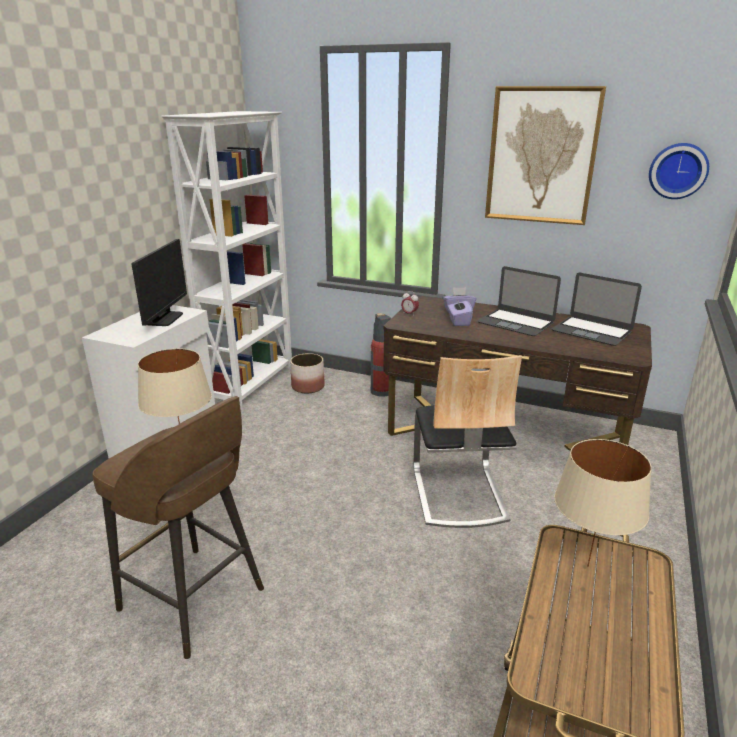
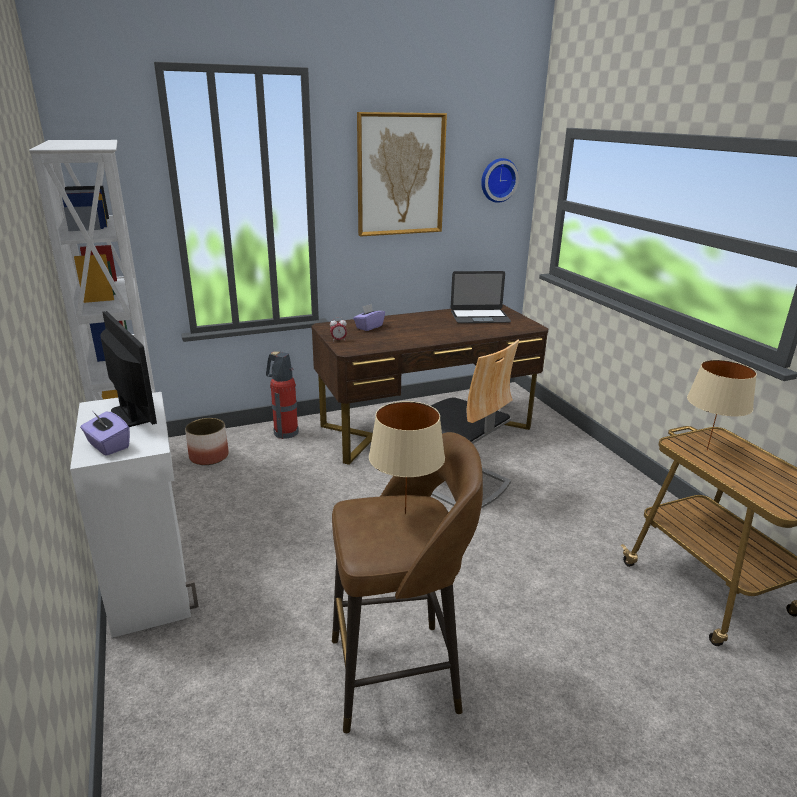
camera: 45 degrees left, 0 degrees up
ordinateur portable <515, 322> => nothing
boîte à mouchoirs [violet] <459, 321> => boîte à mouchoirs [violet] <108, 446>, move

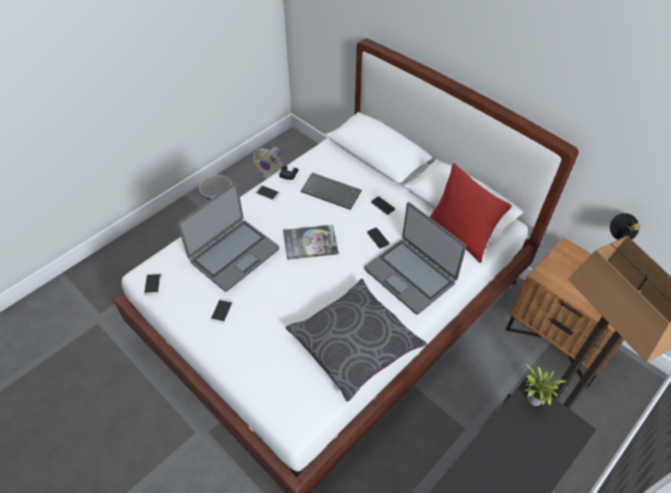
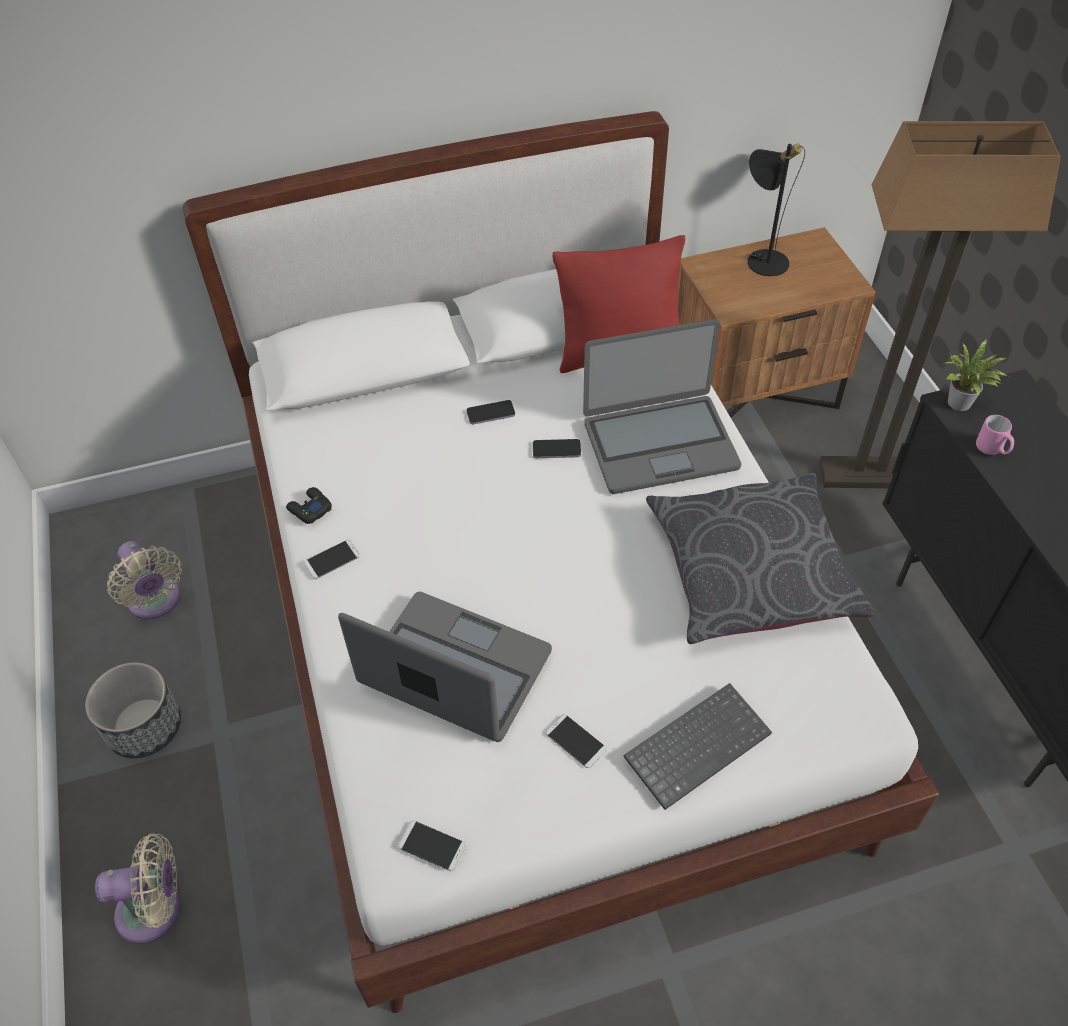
camera: 60 degrees left, 0 degrees up
livre <310, 242> => nothing
nothing => ventilateur [beige] <155, 910>
nothing => mug [rose] <992, 449>
clavier <332, 192> => clavier <697, 743>, move
ordinateur portable <234, 254> => ordinateur portable <454, 670>, 45 degrees counterclockwise

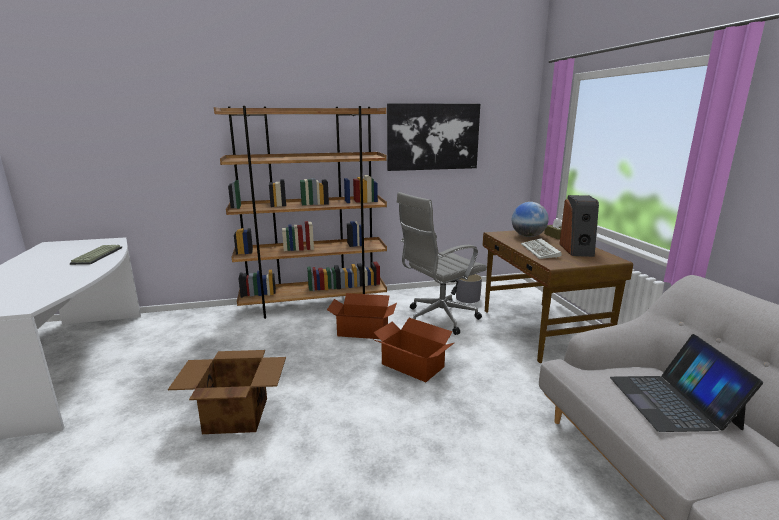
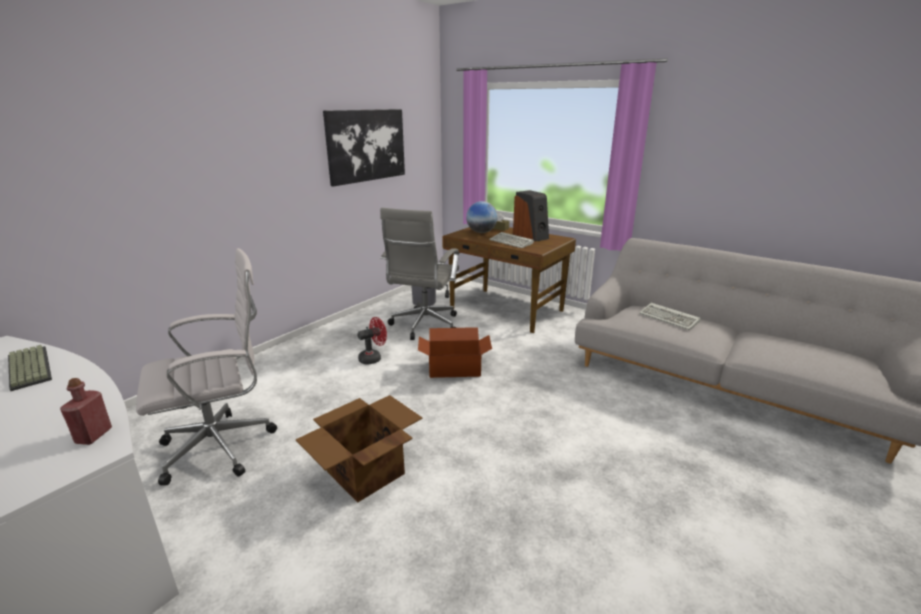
camera: 40 degrees left, 5 degrees up
bibliothèque [marron] <314, 305> => nothing
nothing => bouteille [rouge] <94, 435>
nothing => chaise de bureau [blanc] <223, 446>
carton <362, 330> => ventilateur [rouge] <373, 358>
ordinateur portable <672, 401> => clavier <670, 319>

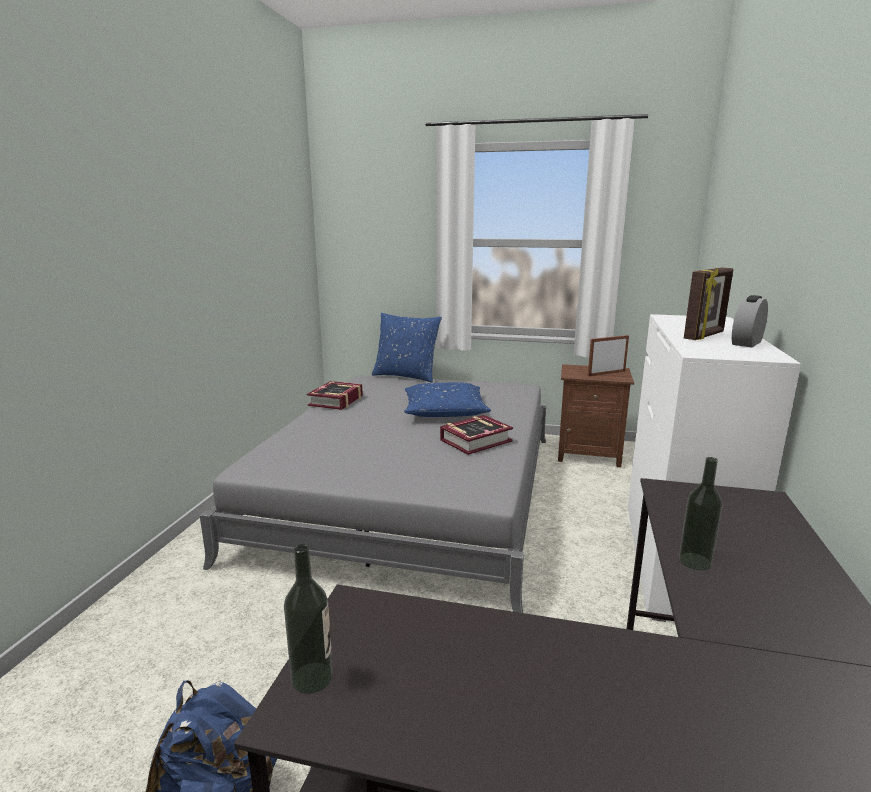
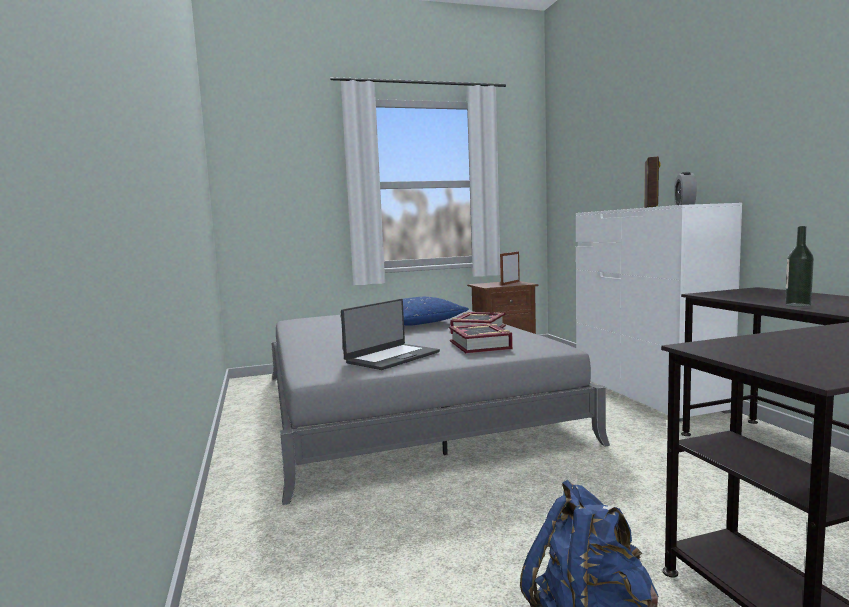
camera: 30 degrees left, 10 degrees down
bouteille <312, 677> => nothing
coussin [bleu] <406, 376> => nothing
nothing => ordinateur portable <392, 357>
livre <336, 401> => livre <480, 345>, move

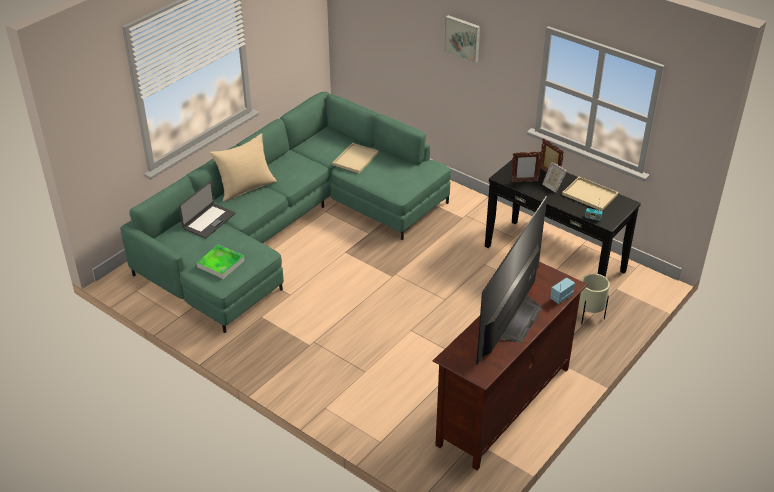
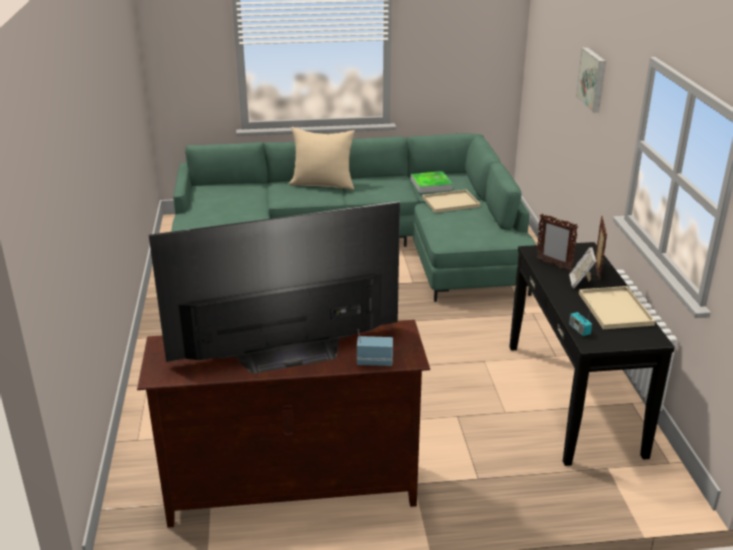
camera: 45 degrees right, 10 degrees down
ordinateur portable <208, 221> => nothing
cache-pot [beige] <589, 316> => nothing
plateau <221, 264> => plateau <431, 185>, move

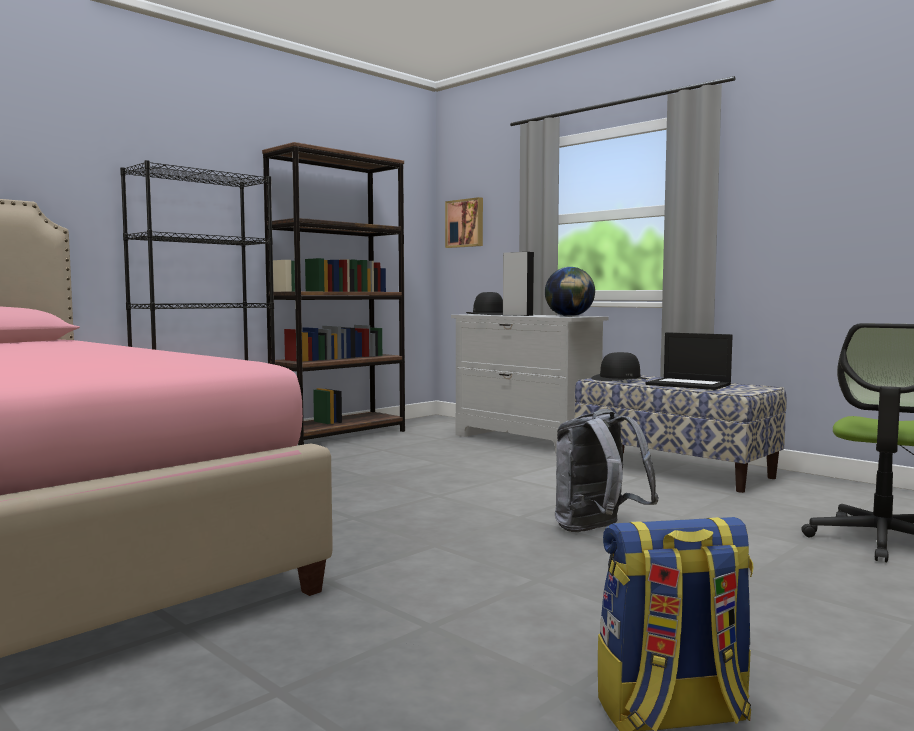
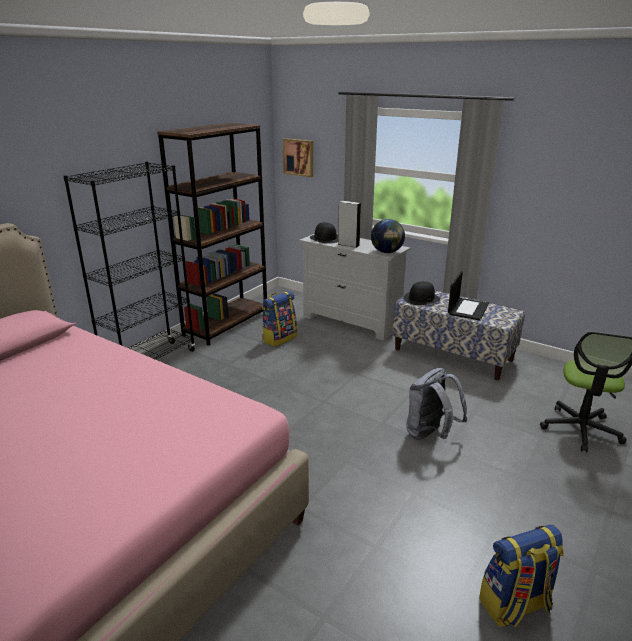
camera: 10 degrees left, 20 degrees up
nothing => sac à dos <279, 338>
ordinateur portable <689, 384> => ordinateur portable <467, 309>, 90 degrees counterclockwise

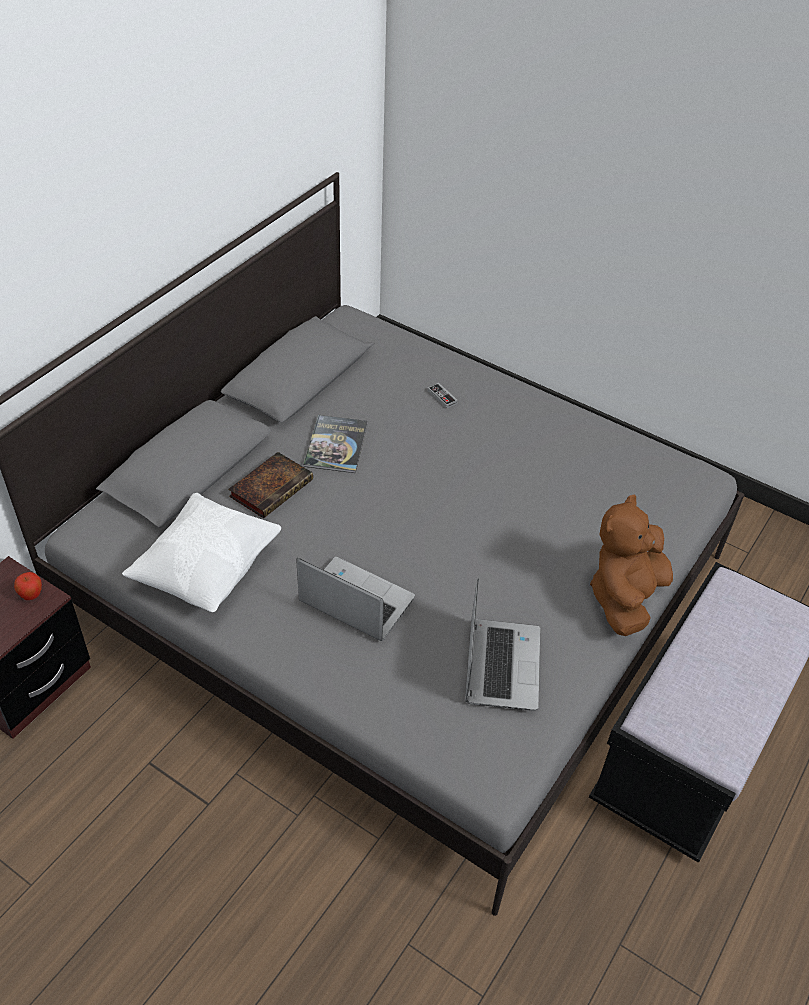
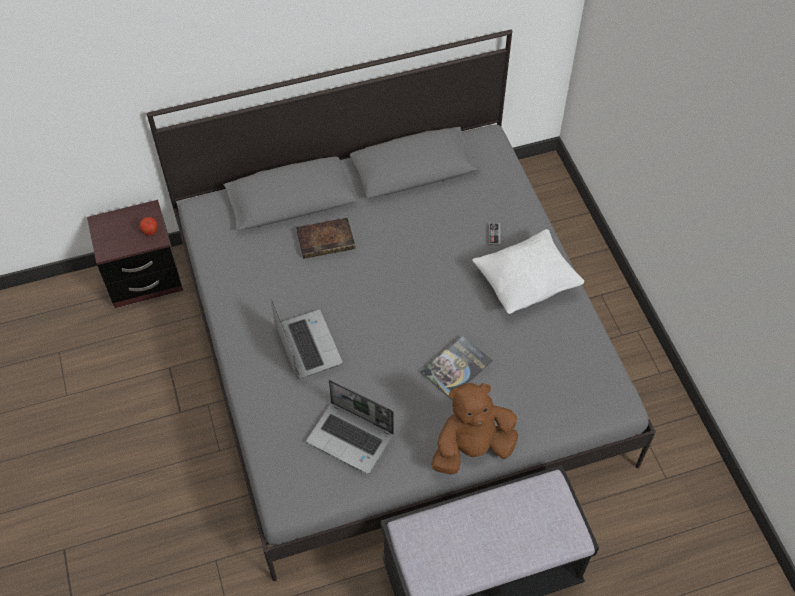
camera: 40 degrees right, 10 degrees up
coussin [blanc] <208, 570> => coussin [blanc] <526, 283>, move
livre <336, 445> => livre <456, 367>, move
ordinateur portable <500, 664> => ordinateur portable <351, 438>, 75 degrees clockwise

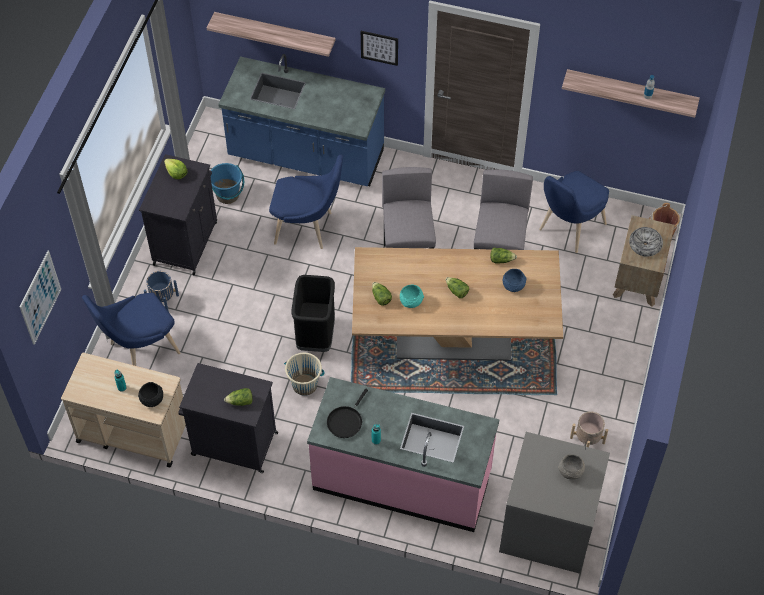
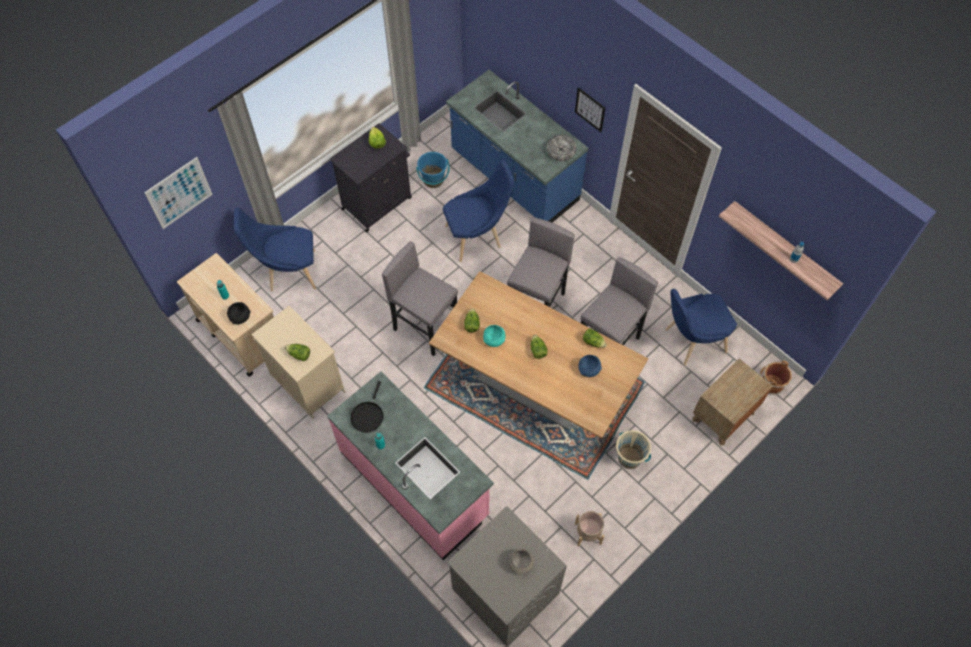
camera: 30 degrees right, 5 degrees up
cache-pot [bleu] <162, 300> => nothing
étagère <275, 33> => nothing
seau [beige] <305, 384> => seau [beige] <629, 457>, move
bol <645, 244> => bol <561, 151>, move
poubelle [noir] <315, 336> => tabouret [gris] <425, 327>
meuble de rangement [noir] <233, 443> => meuble de rangement [beige] <306, 382>
chaise [bleu] <308, 228> => chaise [bleu] <477, 236>, 60 degrees counterclockwise
poêle [noir] <346, 421> => poêle [noir] <368, 415>, 45 degrees counterclockwise

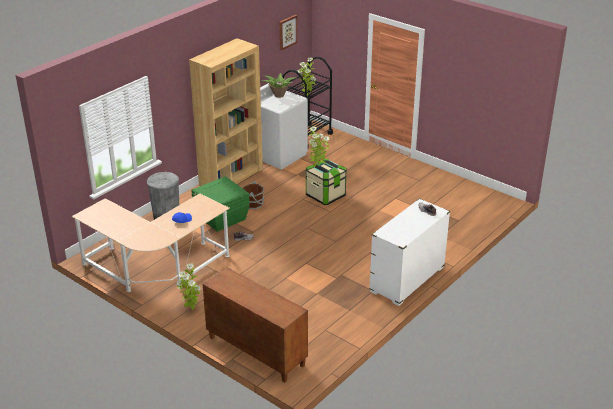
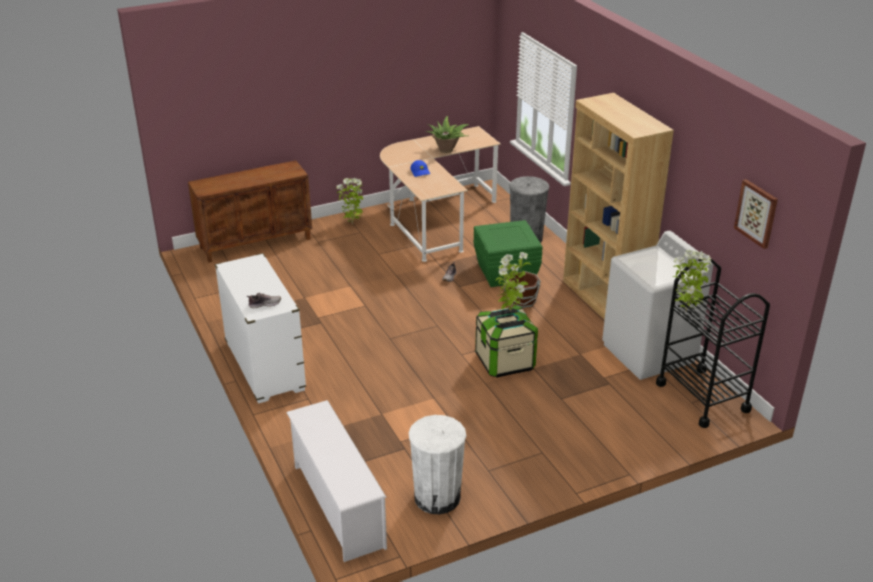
camera: 115 degrees right, 0 degrees up
nothing => étagère à chaussures [blanc] <336, 505>
nothing => poubelle [blanc] <437, 497>
plante en pot <278, 95> => plante en pot <446, 150>, move

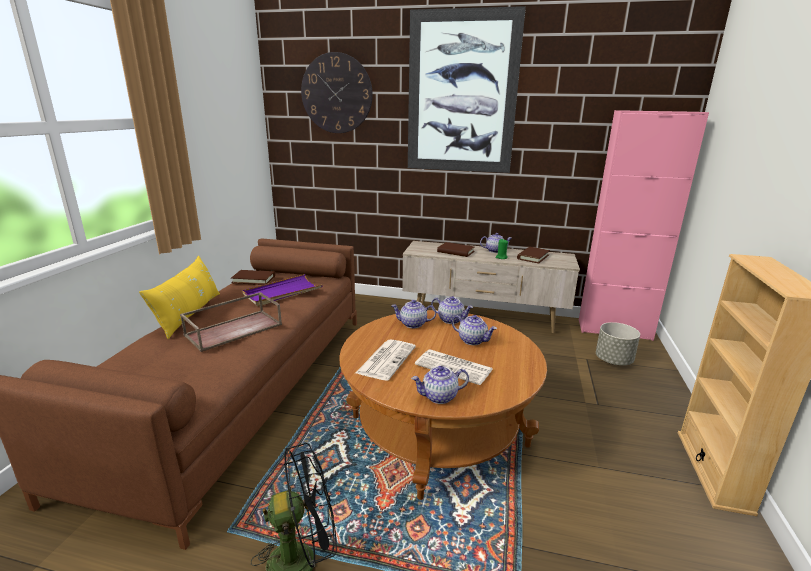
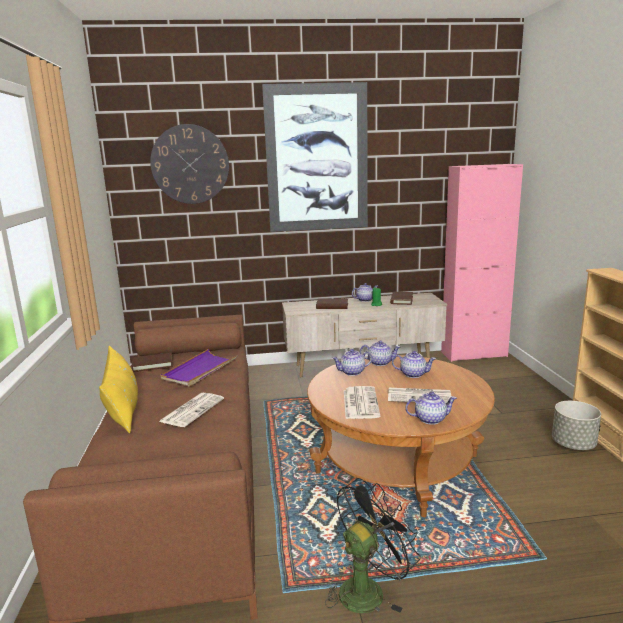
camera: 20 degrees left, 5 degrees down
cache-pot [gris] <613, 360> => cache-pot [gris] <573, 445>, move
plateau [marron] <234, 329> => journal <192, 410>
théière <439, 397> => théière <430, 419>, 150 degrees counterclockwise

